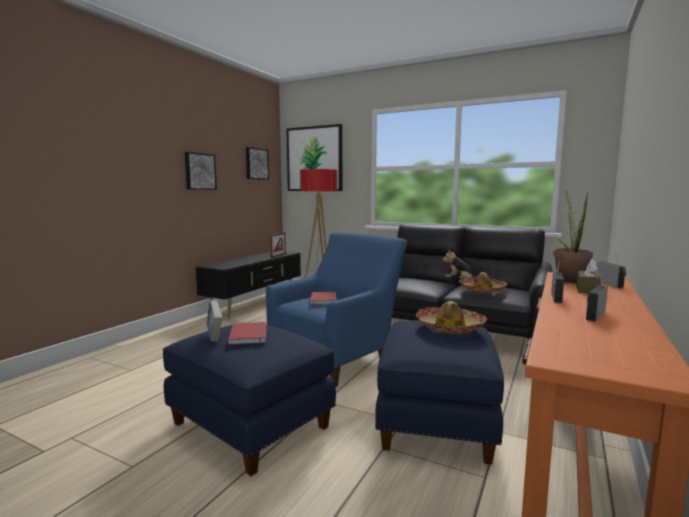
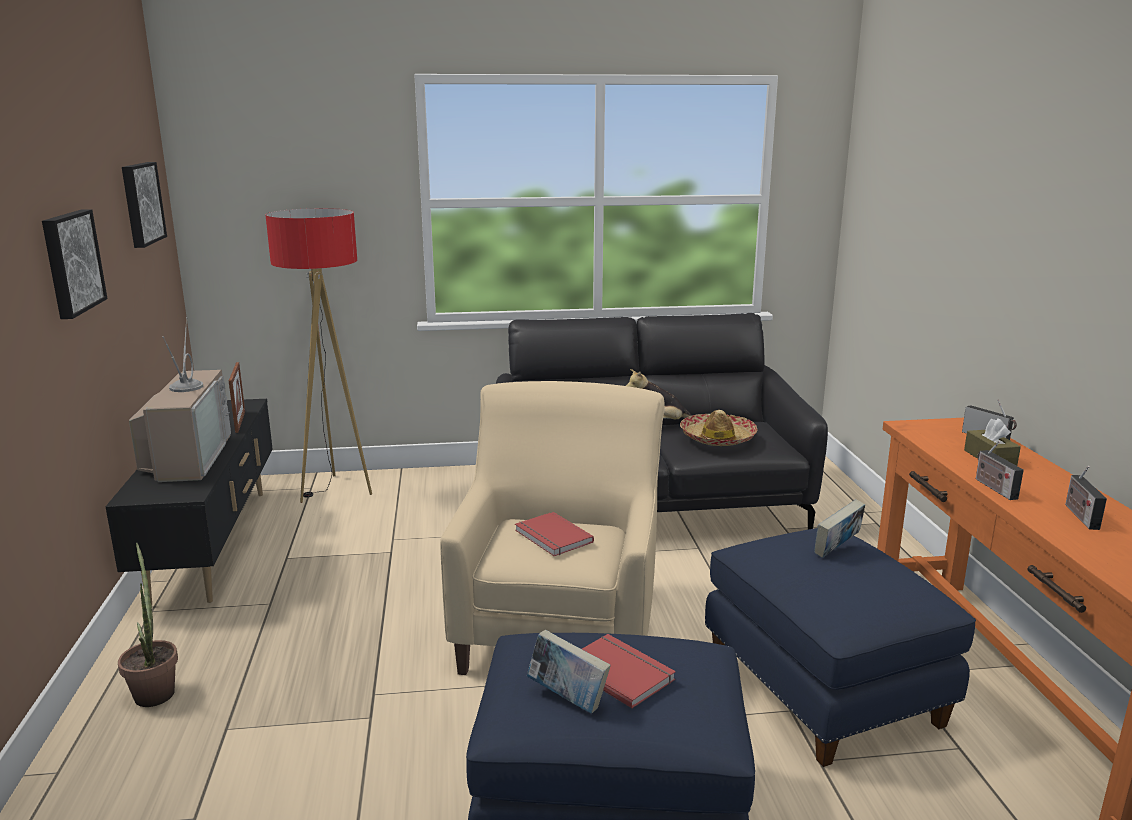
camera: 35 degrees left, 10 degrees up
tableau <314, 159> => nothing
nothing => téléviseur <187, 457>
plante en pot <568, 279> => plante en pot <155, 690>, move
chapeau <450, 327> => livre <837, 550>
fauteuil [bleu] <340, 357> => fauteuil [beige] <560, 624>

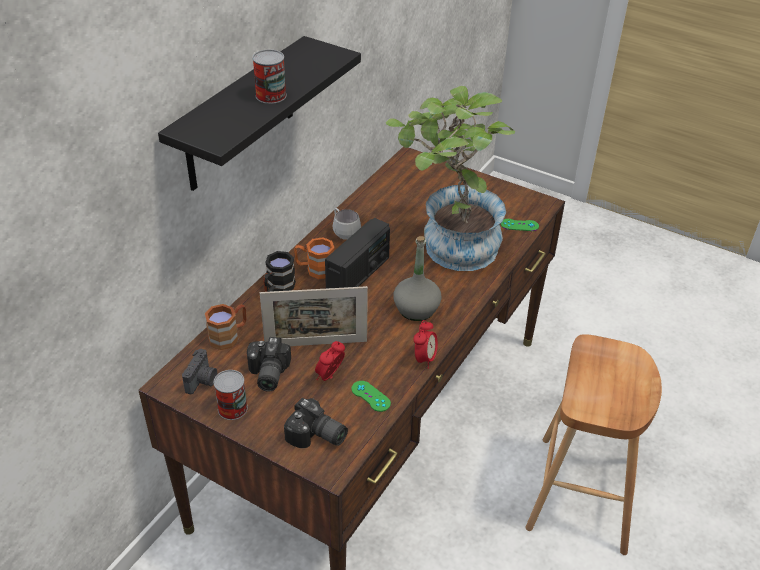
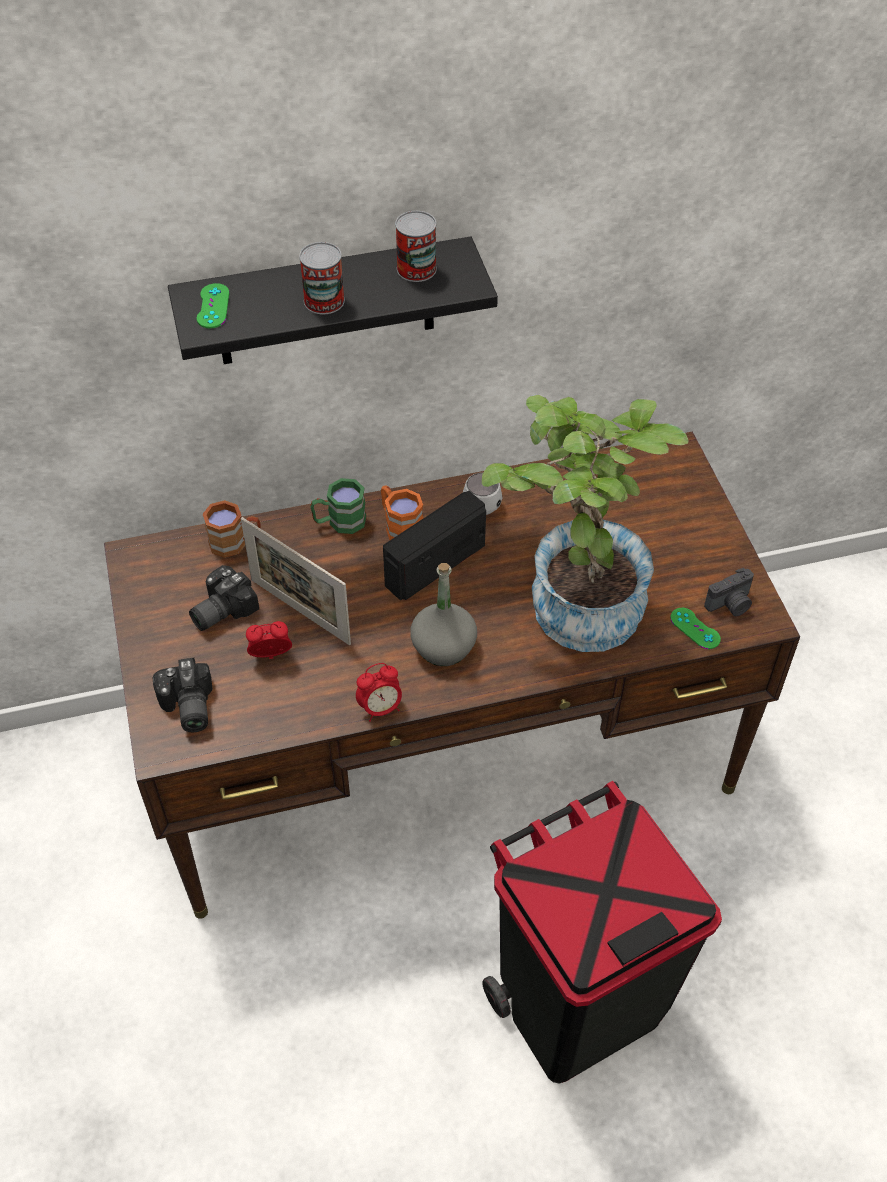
camera: 45 degrees right, 10 degrees up
appareil photo <202, 381> => appareil photo <730, 604>, move
boîte métallique <232, 408> => boîte métallique <416, 269>, move
manette [vert] <370, 396> => manette [vert] <213, 306>, move
tabouret [marron] <582, 493> => poubelle [noir] <578, 1006>
mug [noir] <278, 288> => mug [vert] <339, 522>
radio <358, 275> => radio <434, 564>, 150 degrees clockwise

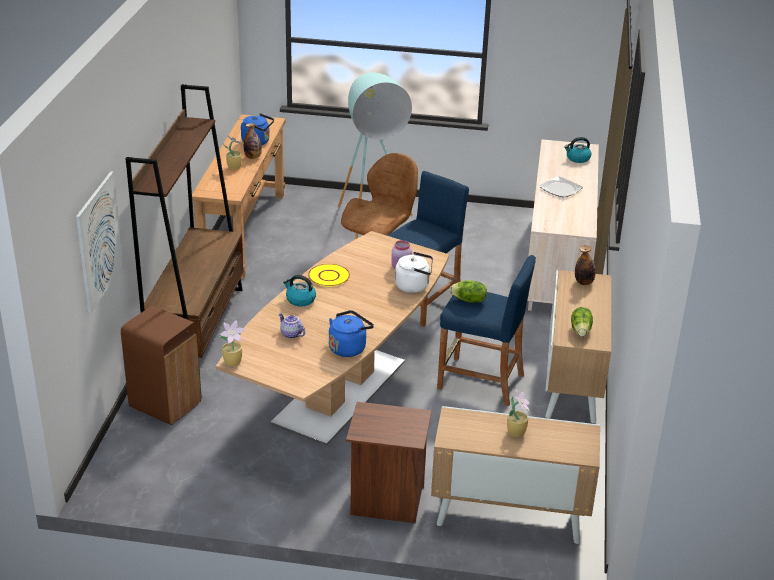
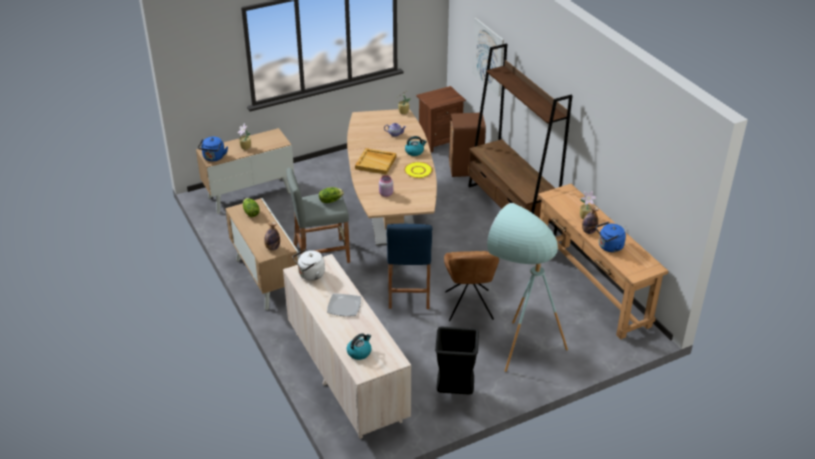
camera: 145 degrees right, 5 degrees up
nothing => plateau [beige] <376, 162>
nothing => poubelle [noir] <454, 393>
bouilloire [bleu] <349, 347> => bouilloire [bleu] <214, 158>, move
table de chevet [marron] <386, 502> => table de chevet [marron] <439, 141>, move
bouilloire [blanc] <414, 286> => bouilloire [blanc] <310, 275>, move
tabouret [bleu] <481, 381> => tabouret [gris] <321, 254>

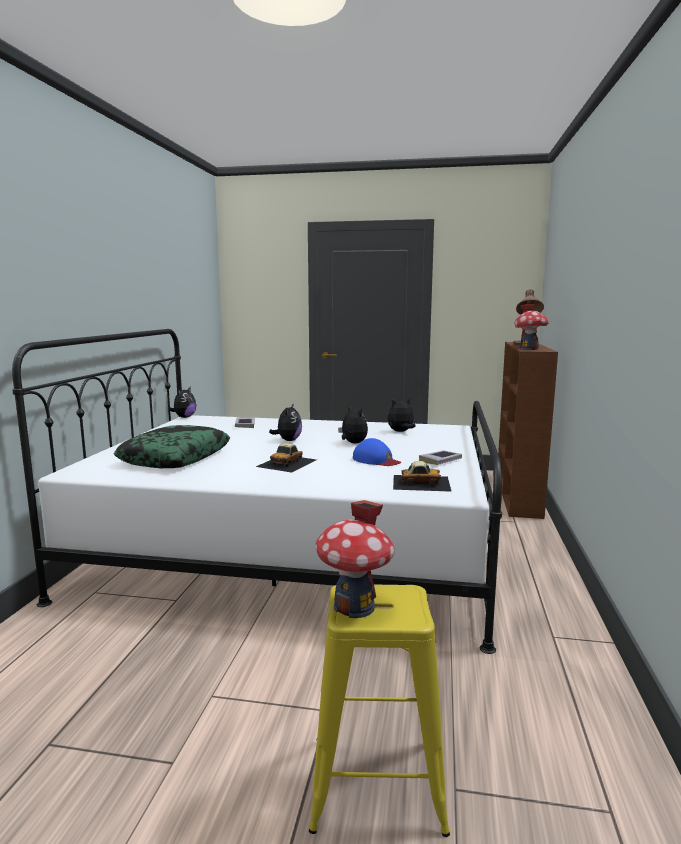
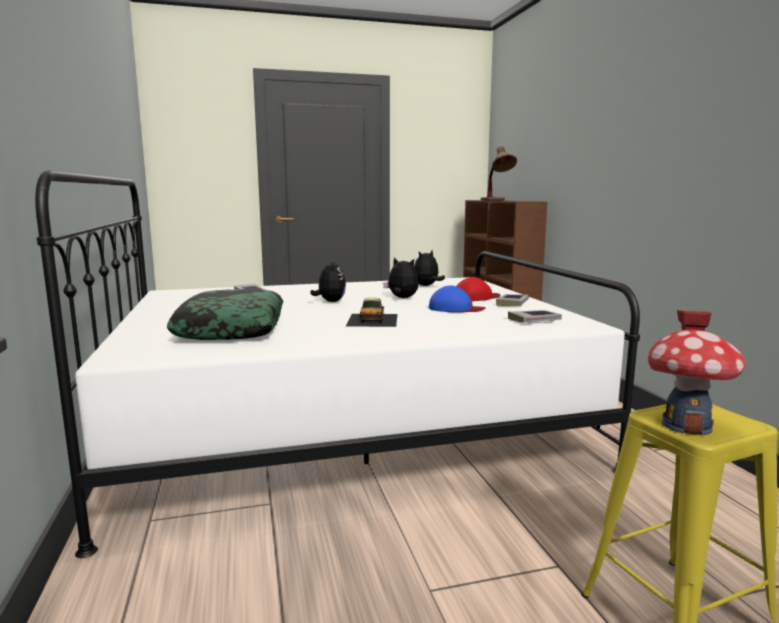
camera: 25 degrees left, 0 degrees up
peluche <184, 417> => nothing
maison miniature <529, 349> => nothing
nothing => casquette [rouge] <476, 297>
petite voiture <421, 482> => livre <534, 320>

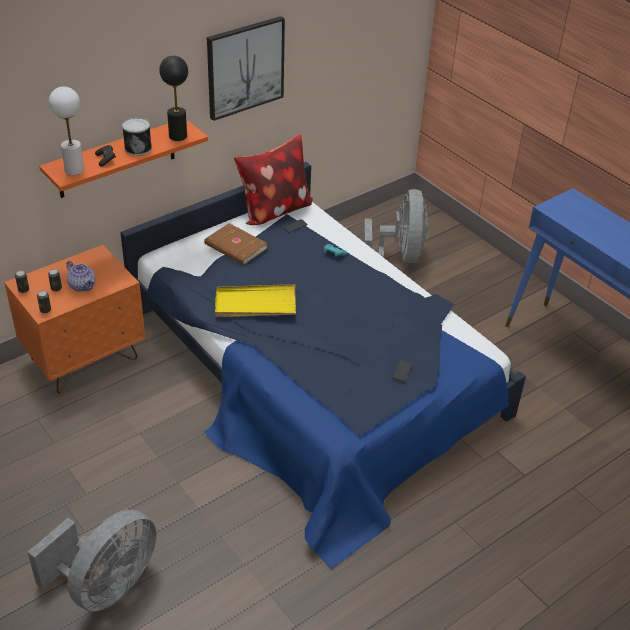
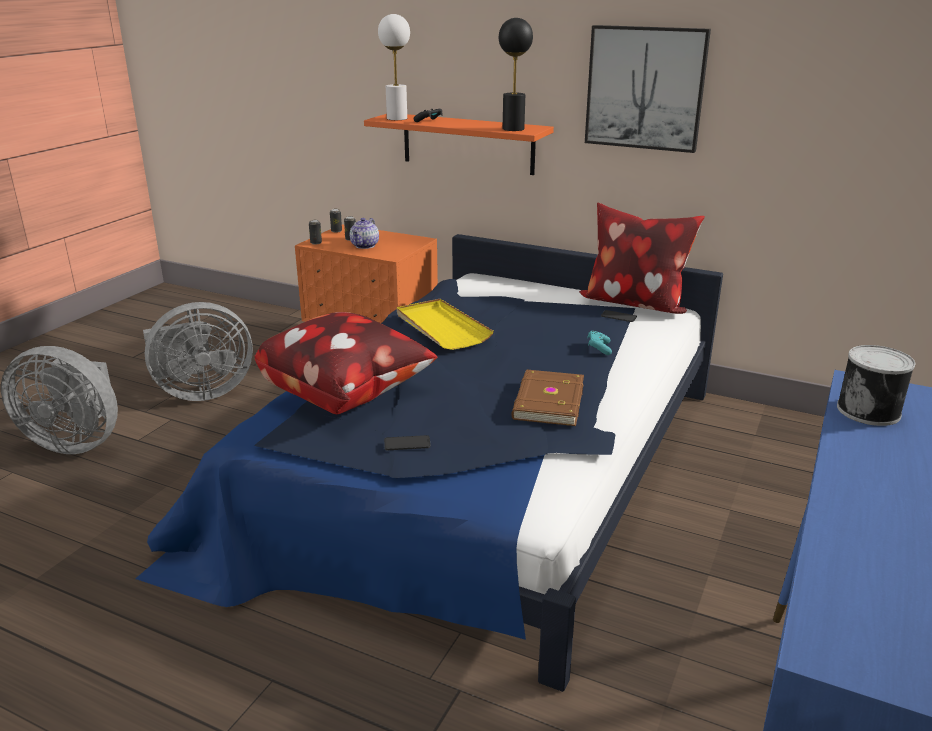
camera: 65 degrees right, 15 degrees down
nothing => coussin <346, 393>
boîte métallique <138, 148> => boîte métallique <869, 410>, move
livre [marron] <235, 247> => livre [marron] <546, 401>, move
ventilateur [gris] <399, 256> => ventilateur [gris] <201, 392>, move

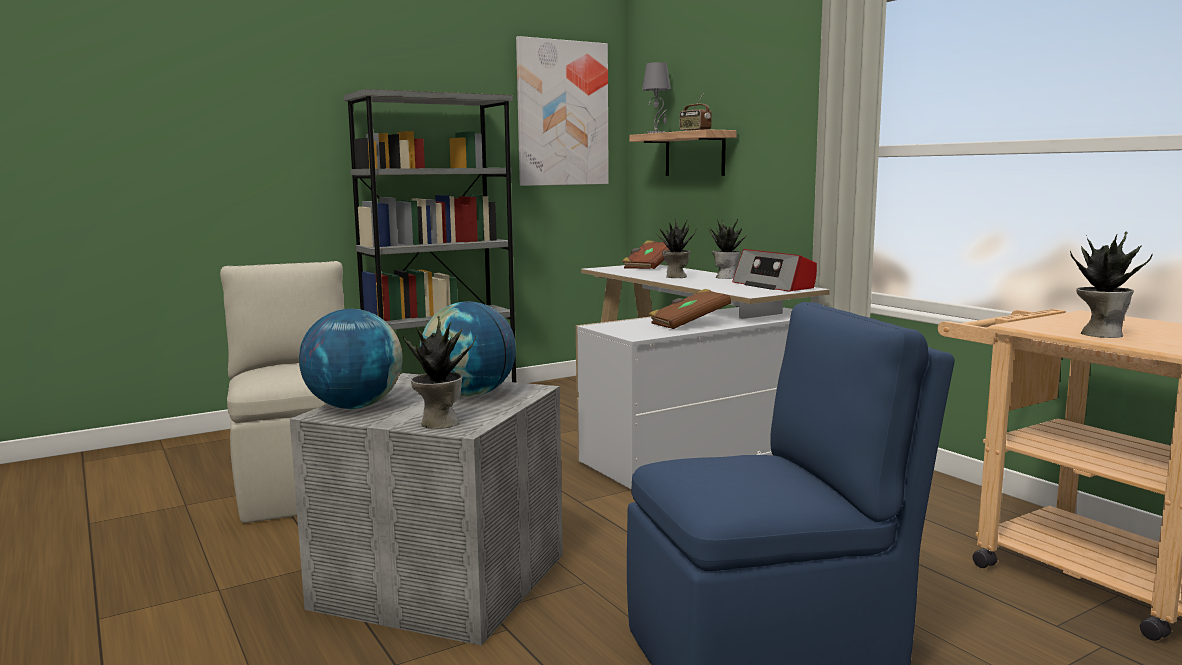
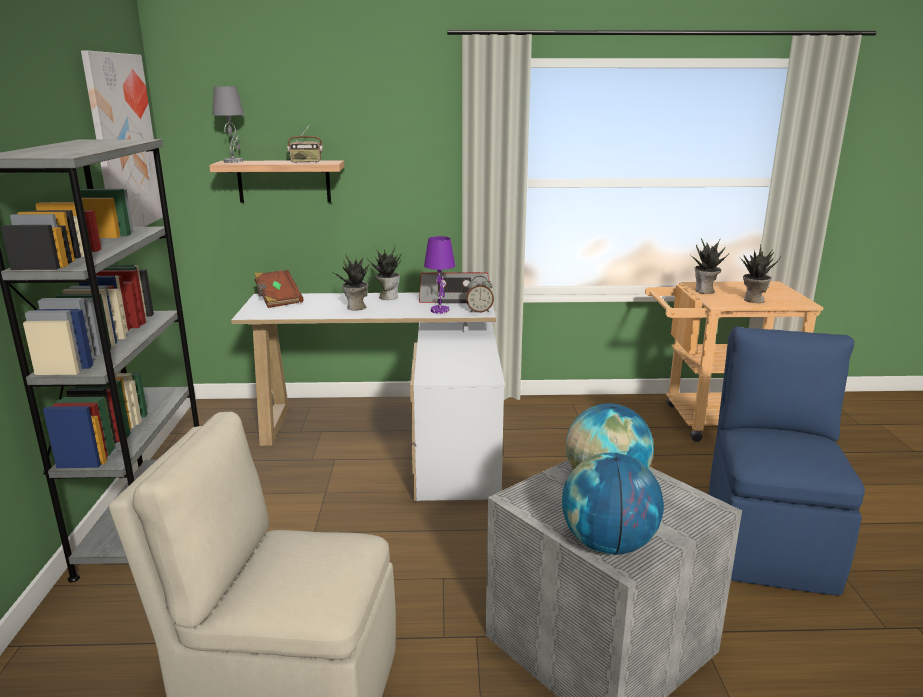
camera: 60 degrees left, 10 degrees up
livre [marron] <688, 324> => nothing
nothing => lampe de table [violet] <440, 310>
nothing => réveil <479, 311>
plante en pot <438, 423> => plante en pot <705, 291>, move

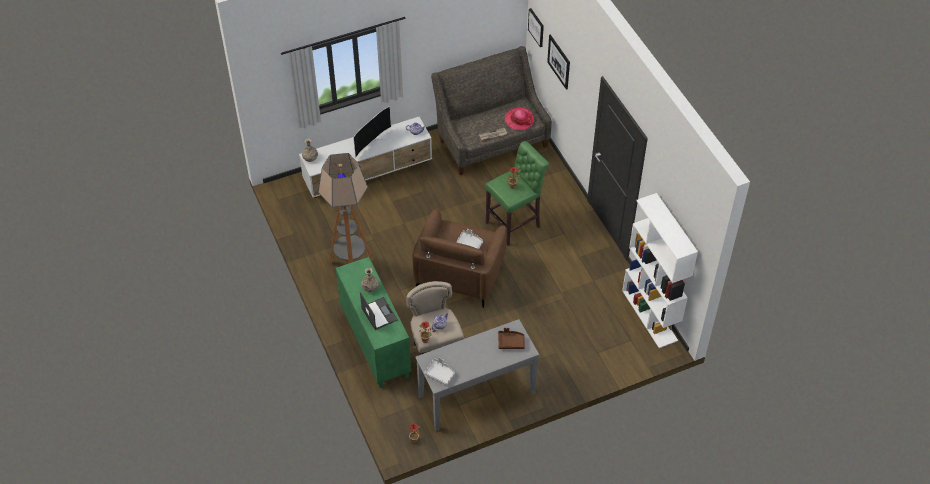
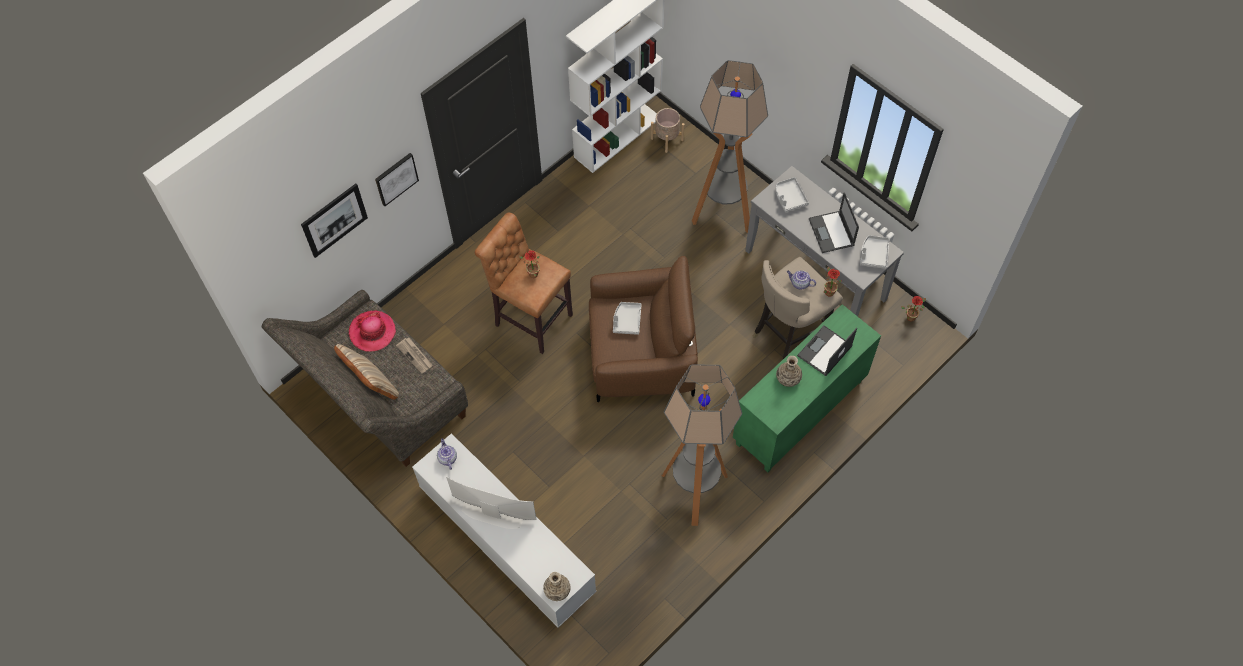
camera: 110 degrees left, 10 degrees up
nothing => coussin [beige] <372, 385>
nothing => cache-pot [beige] <667, 139>
nothing => lampadaire <723, 213>
nothing => ordinateur portable <831, 232>
tableau <536, 27> => tableau <396, 178>, move
tabouret [vert] <515, 224> => tabouret [marron] <530, 318>
plateau [marron] <511, 342> => plateau [gris] <789, 198>

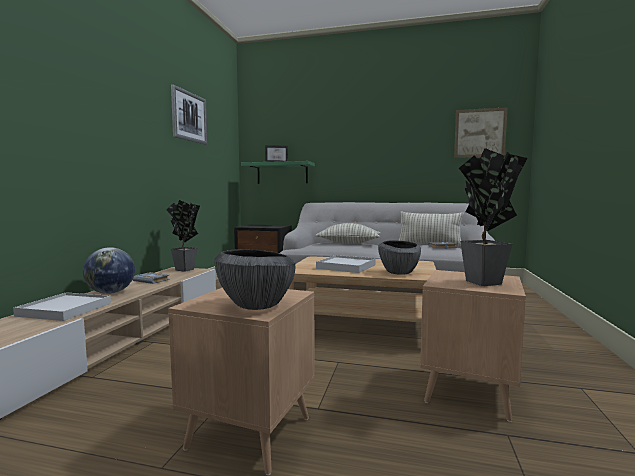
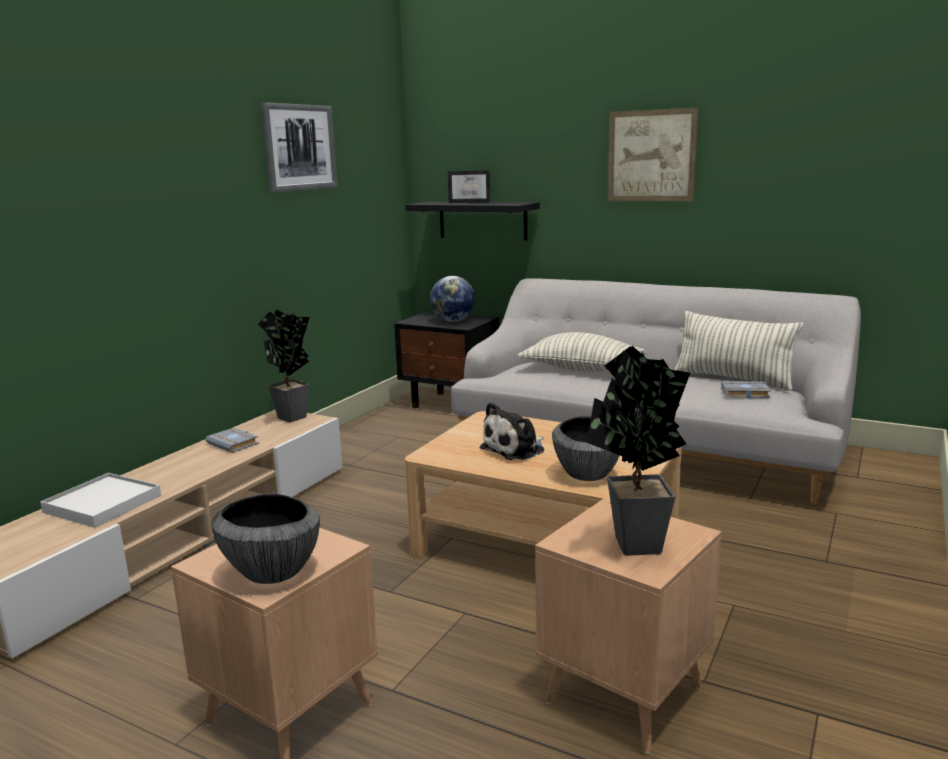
camera: 15 degrees right, 10 degrees up
globe <110, 293> => globe <453, 321>, move
tableau <479, 133> => tableau <651, 156>, move
plateau [blanc] <346, 266> => peluche <515, 449>
étagère [vert] <282, 173> => étagère [noir] <482, 220>

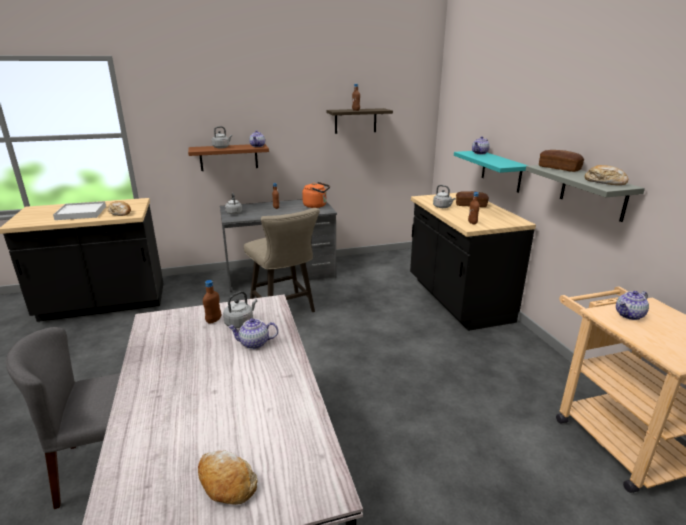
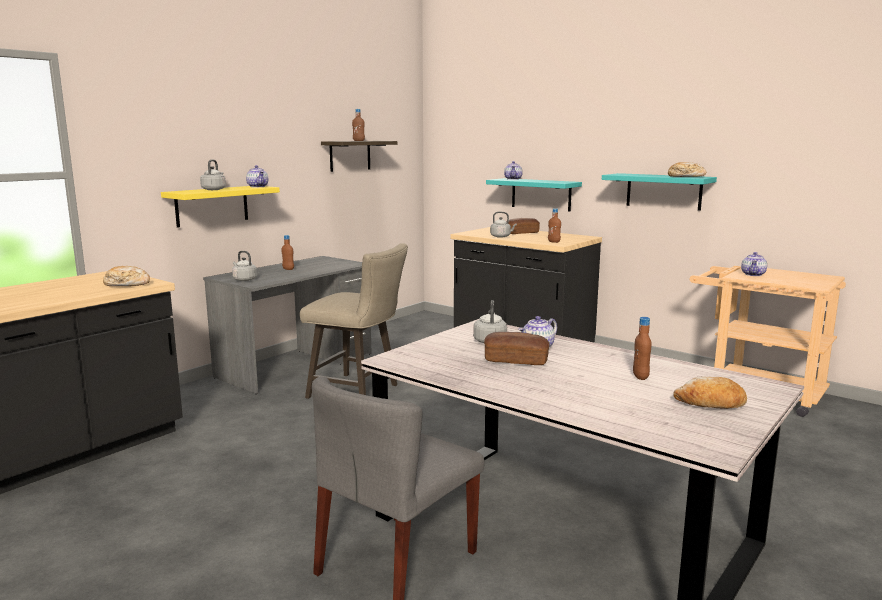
camera: 35 degrees left, 10 degrees down
plateau [blanc] <81, 213> => nothing
bouilloire [orange] <316, 205> => nothing
bouteille [marron] <214, 320> => bouteille [marron] <640, 377>, move
pain <559, 168> => pain <516, 360>, move
étagère [marron] <228, 157> => étagère [jaune] <212, 206>
étagère [gris] <593, 192> => étagère [turquoise] <663, 191>

